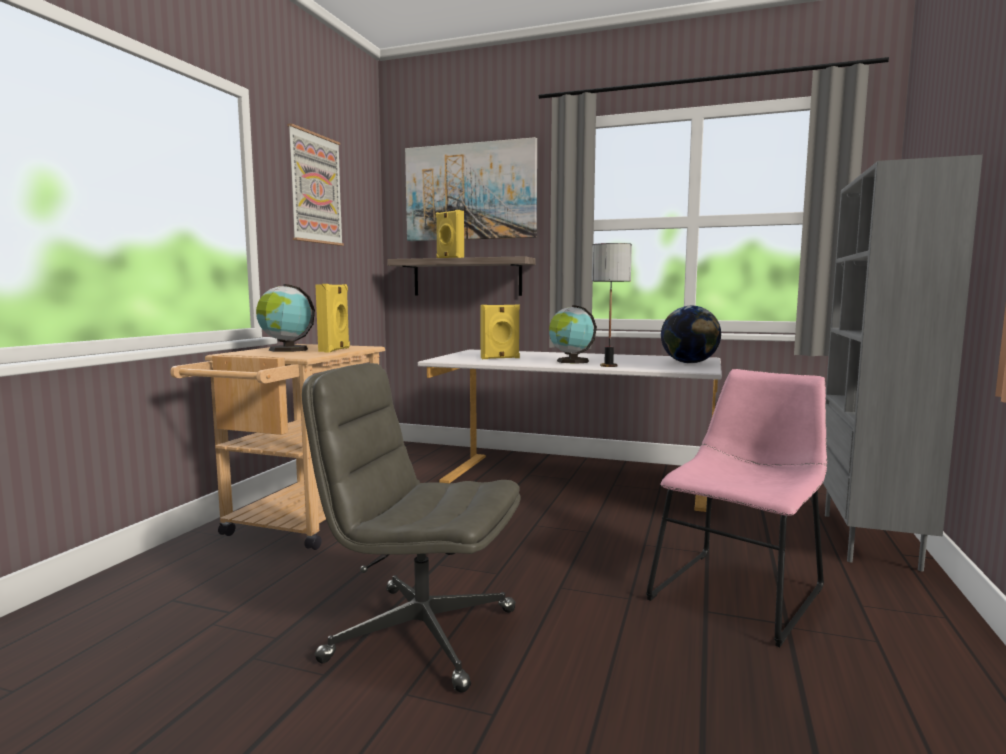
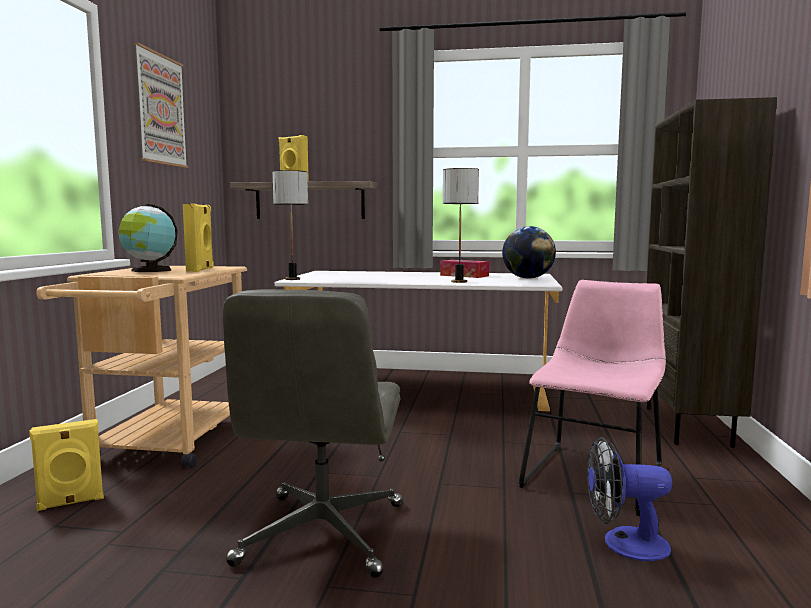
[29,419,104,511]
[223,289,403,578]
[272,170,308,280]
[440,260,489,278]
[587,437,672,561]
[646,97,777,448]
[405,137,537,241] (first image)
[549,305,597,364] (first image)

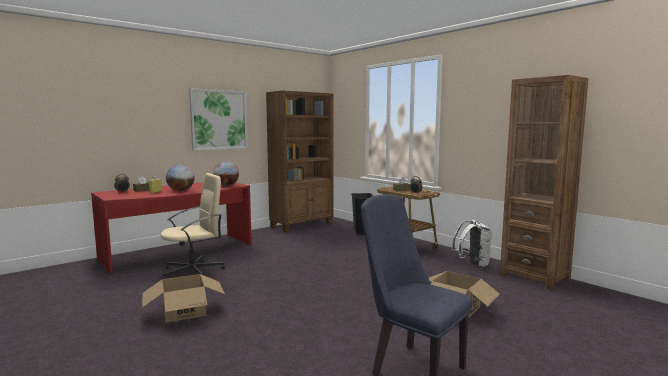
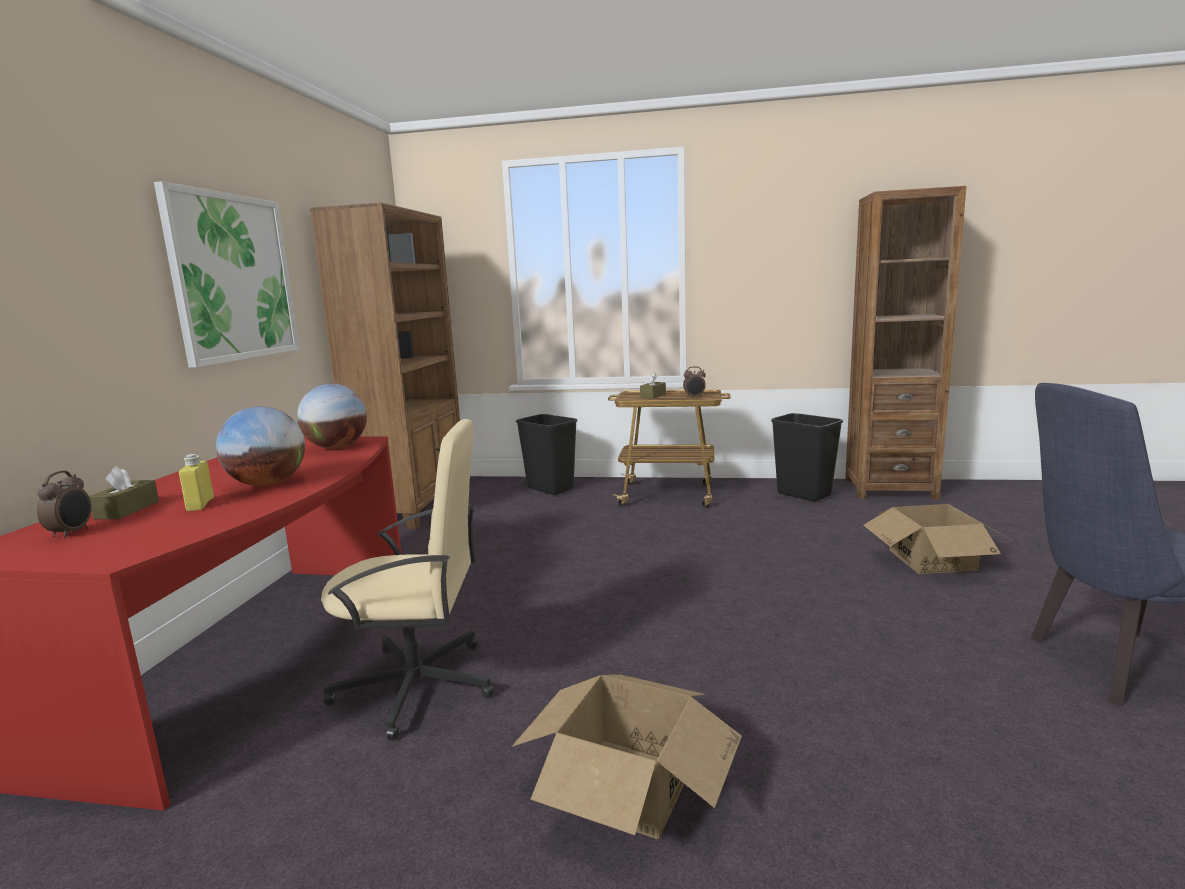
[321,419,494,740]
[771,413,843,501]

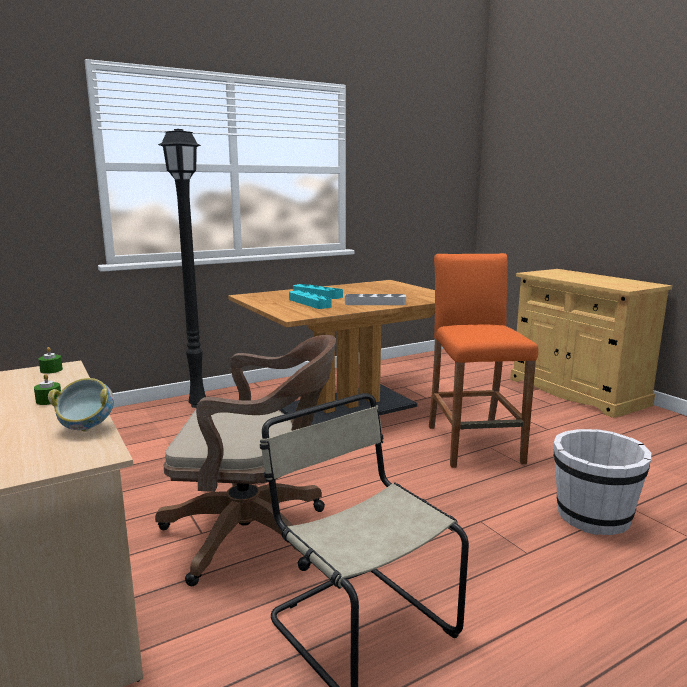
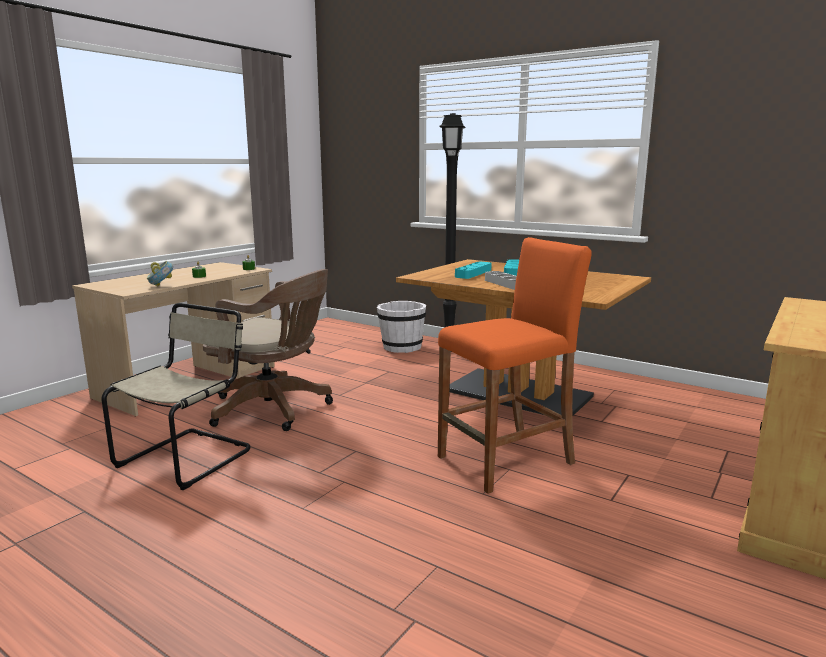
[203,269,333,431]
[377,301,426,353]

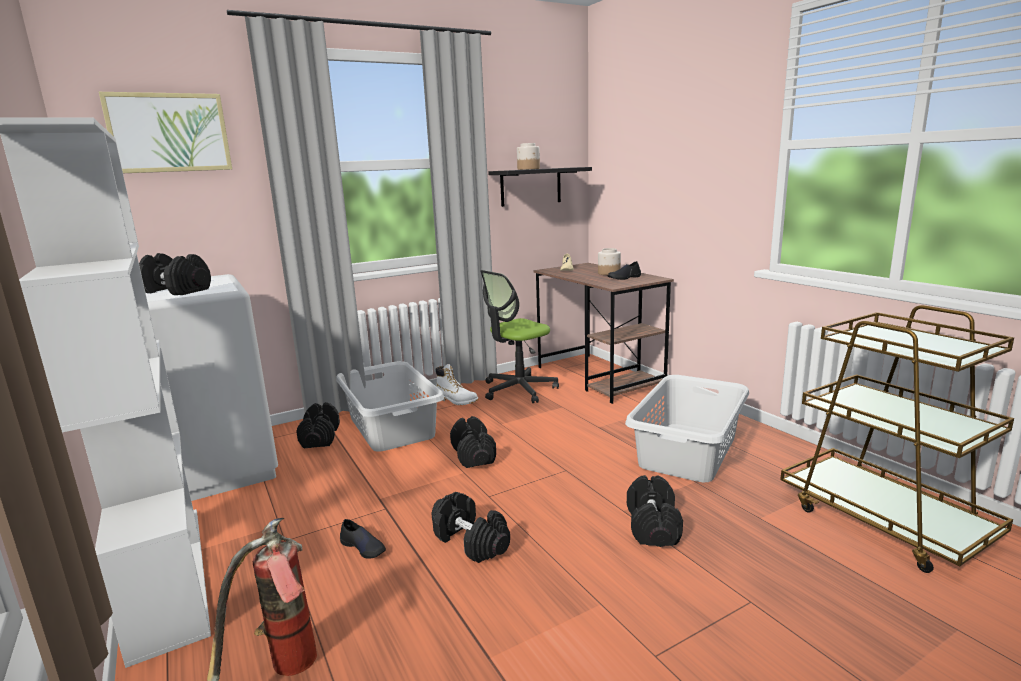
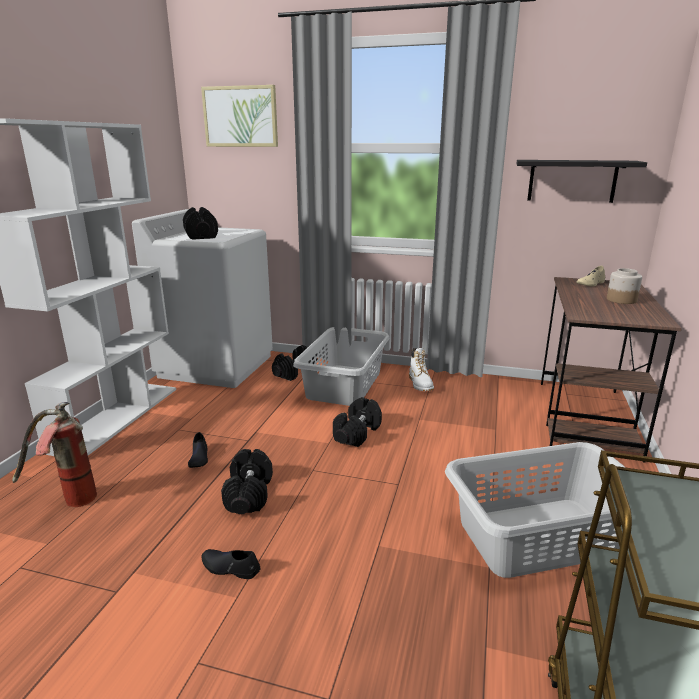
[201,549,261,579]
[480,270,559,403] (first image)
[517,143,540,170] (first image)
[627,475,683,547] (first image)

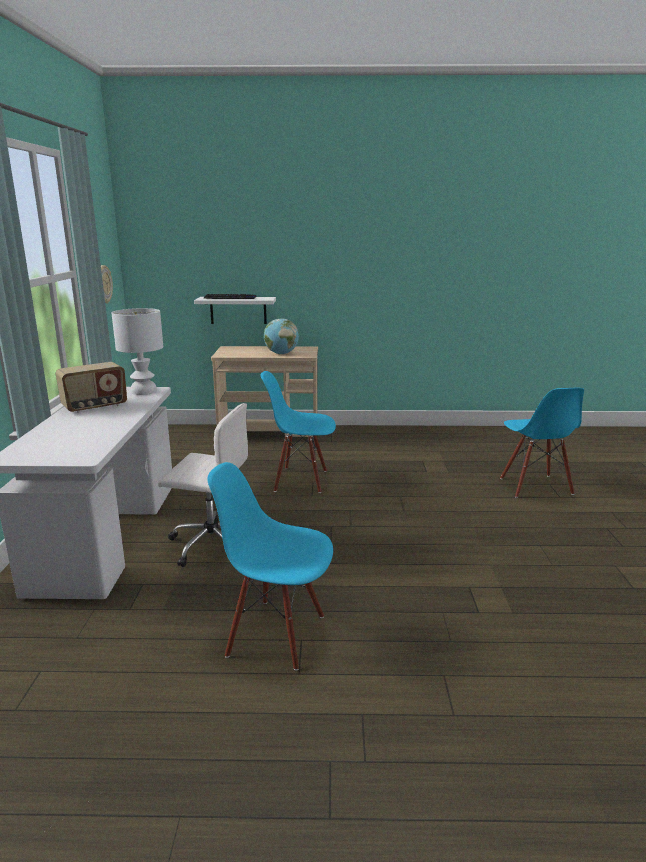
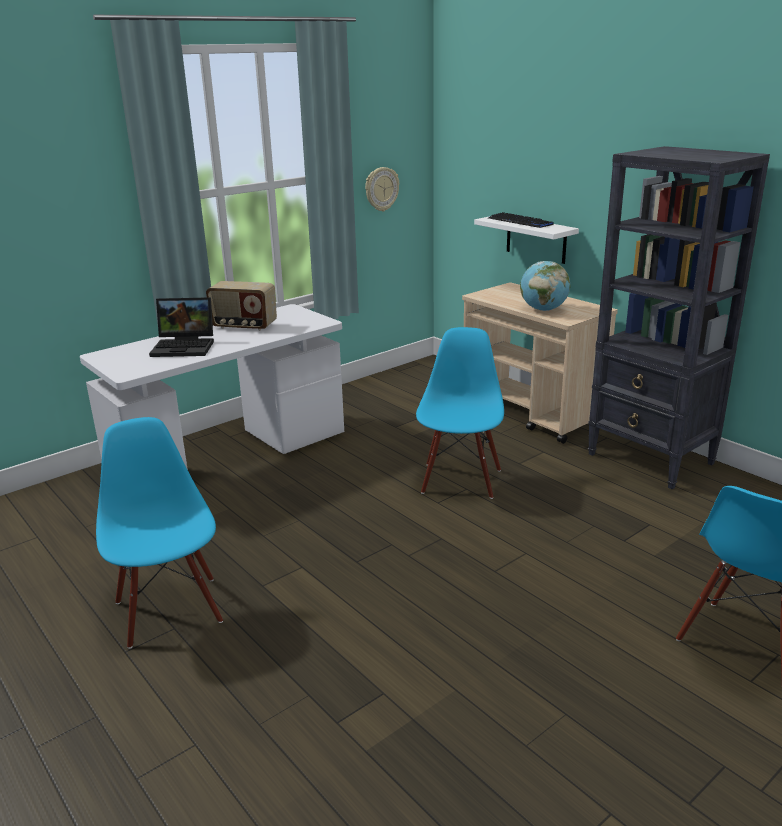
[149,297,214,357]
[416,327,504,499]
[588,146,770,489]
[112,308,163,395] (first image)
[158,403,248,567] (first image)

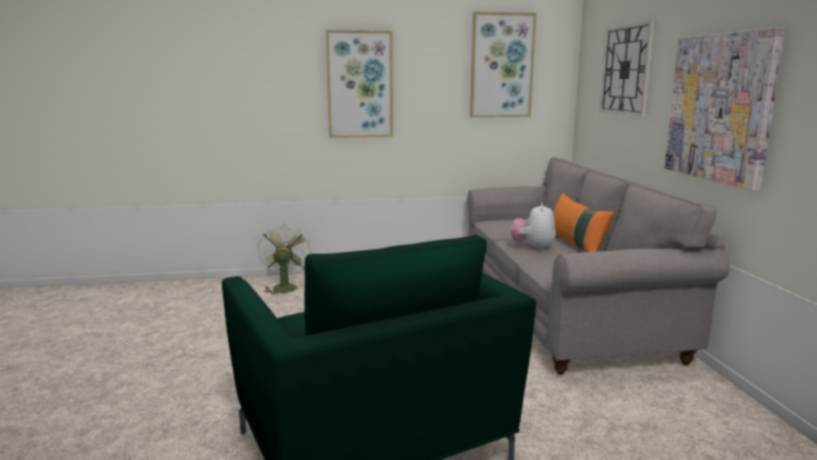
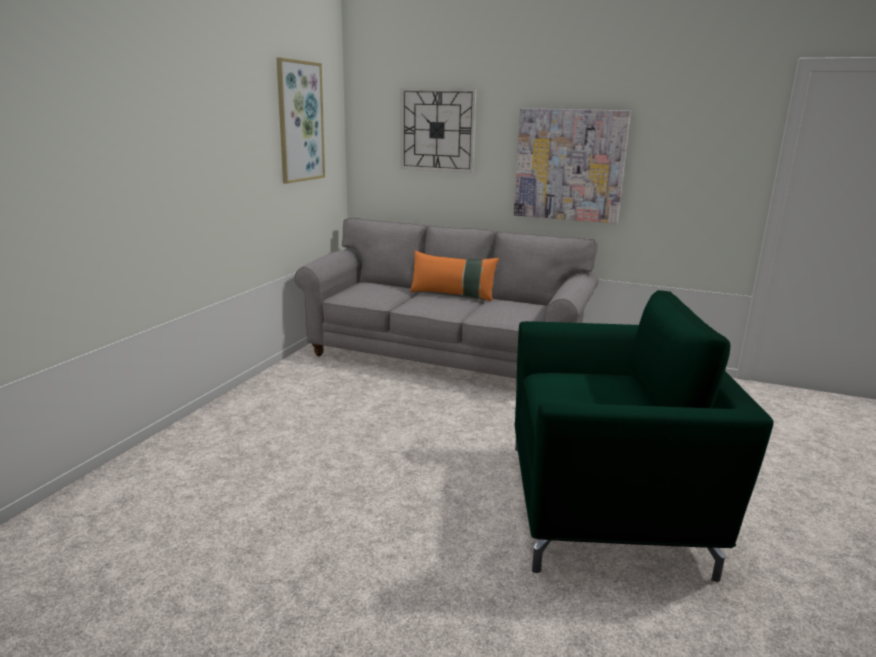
[258,225,311,294] (first image)
[326,30,393,138] (first image)
[511,203,556,251] (first image)

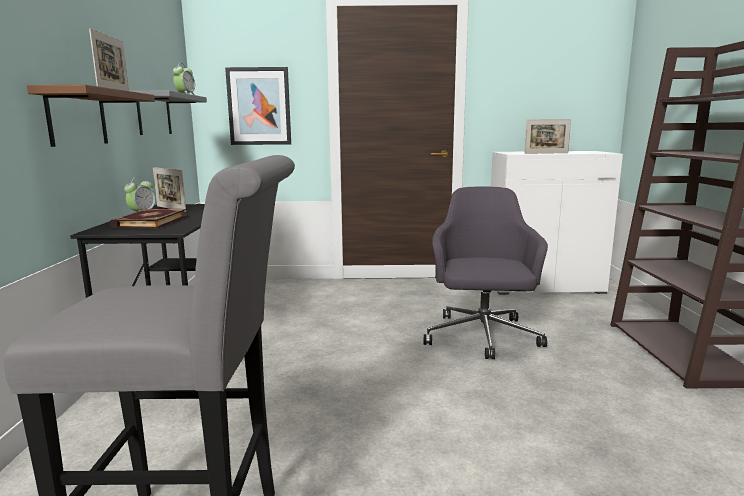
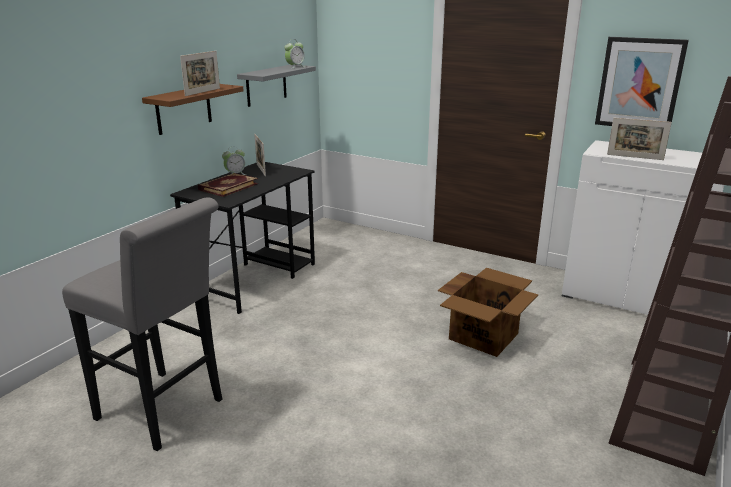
[438,268,538,357]
[595,37,689,126]

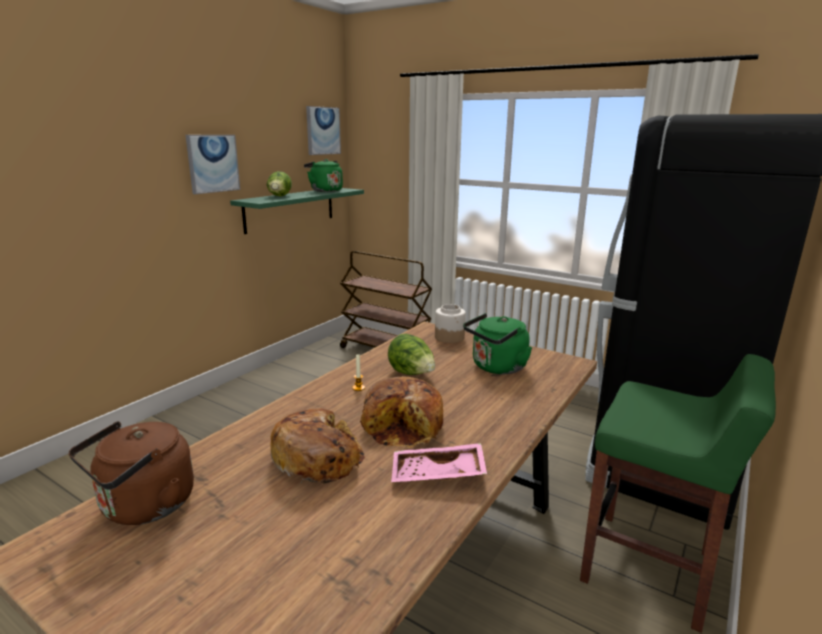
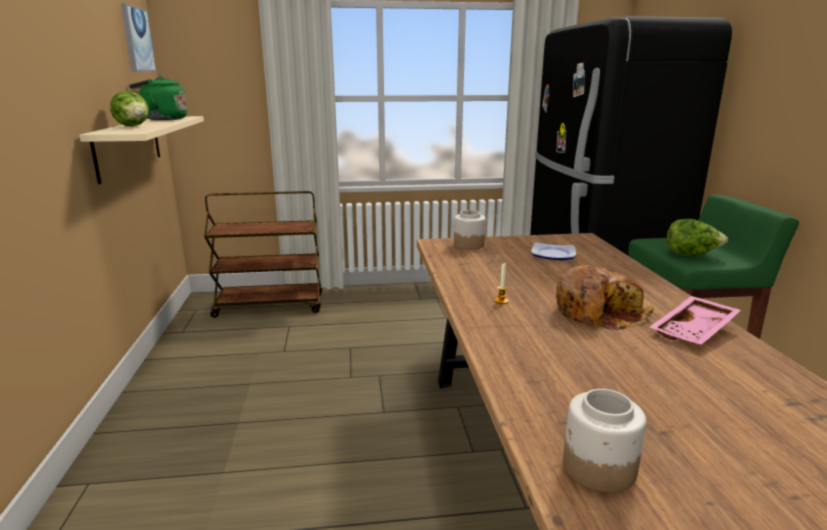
[79,116,204,184]
[531,242,576,260]
[563,389,646,493]
[667,219,728,256]
[185,135,240,194] (first image)
[270,409,365,484] (first image)

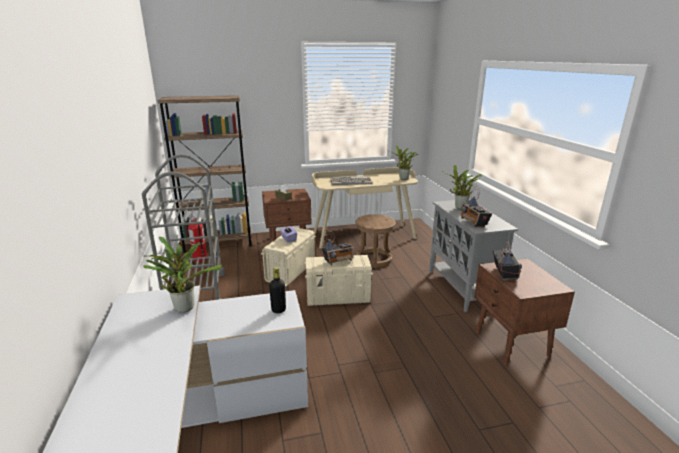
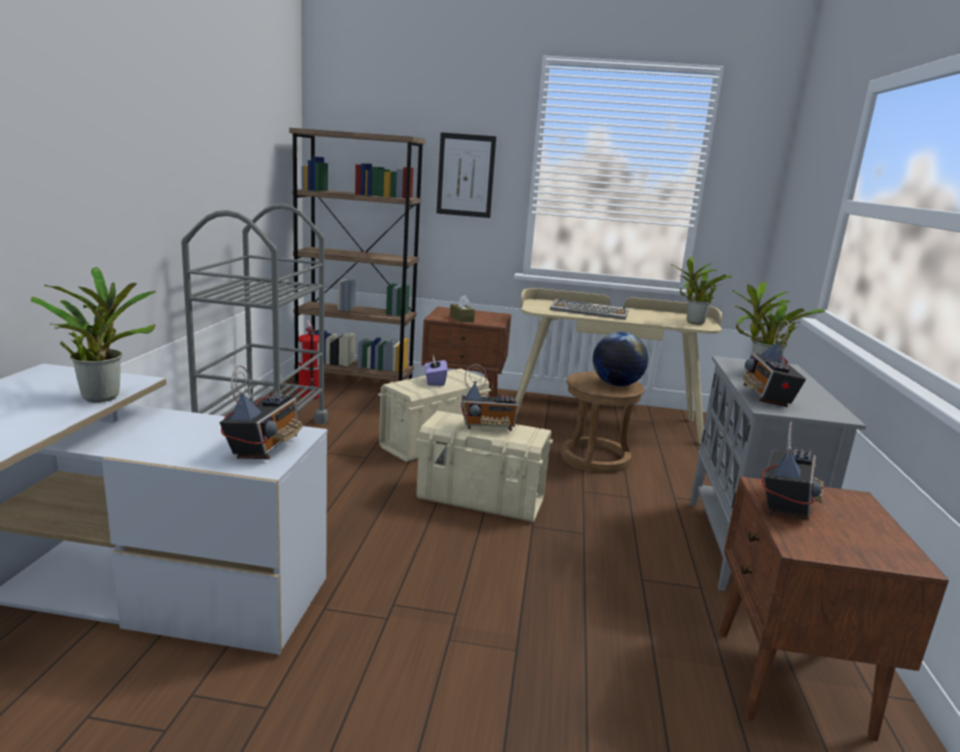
[220,365,303,459]
[437,132,496,218]
[593,332,648,386]

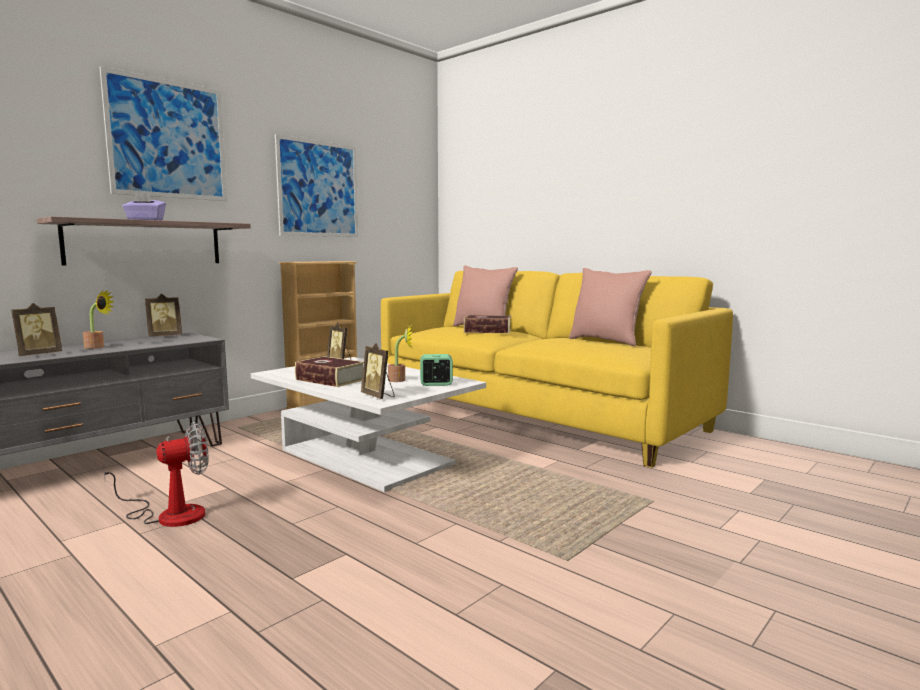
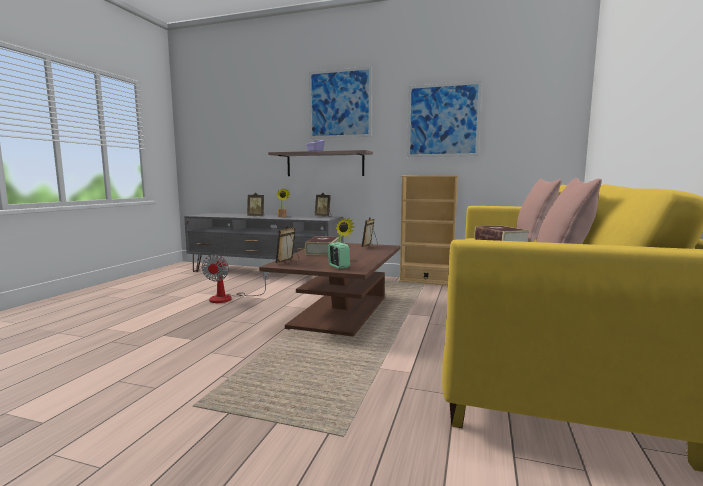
[202,254,269,303]
[259,243,401,337]

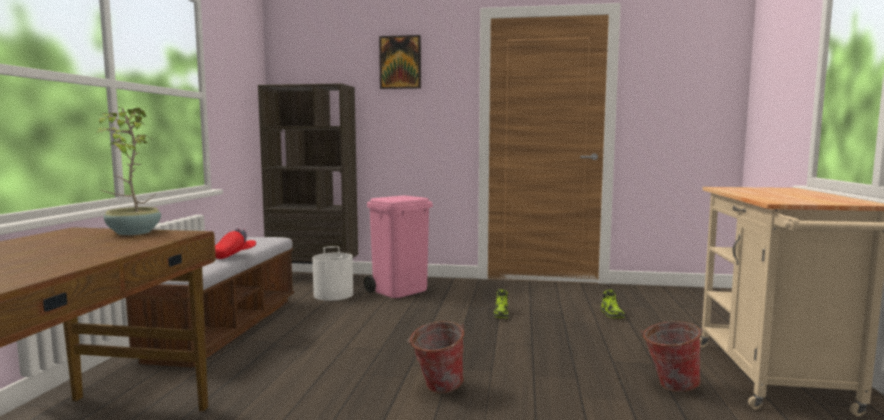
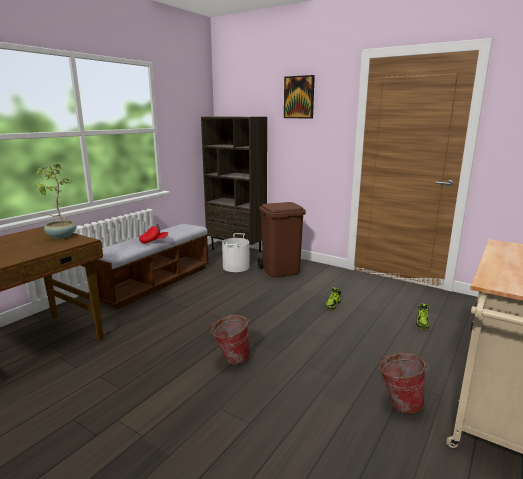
[258,202,306,277]

